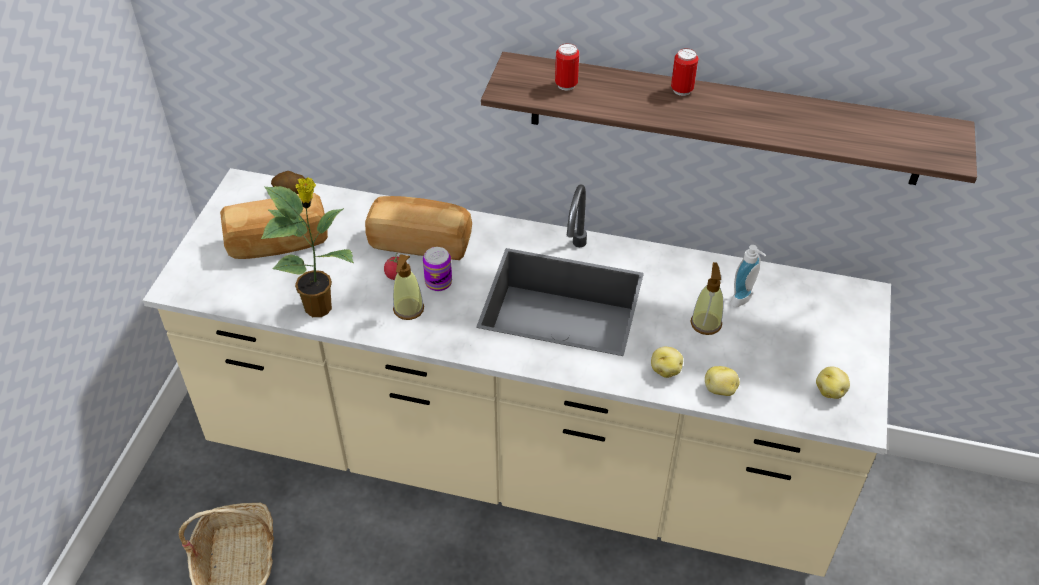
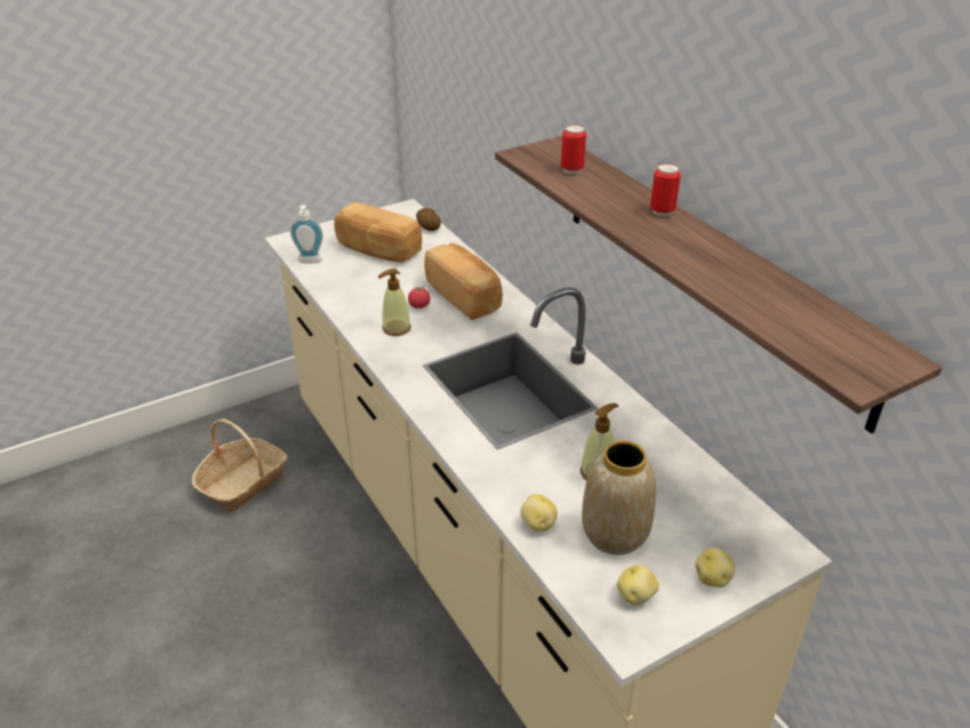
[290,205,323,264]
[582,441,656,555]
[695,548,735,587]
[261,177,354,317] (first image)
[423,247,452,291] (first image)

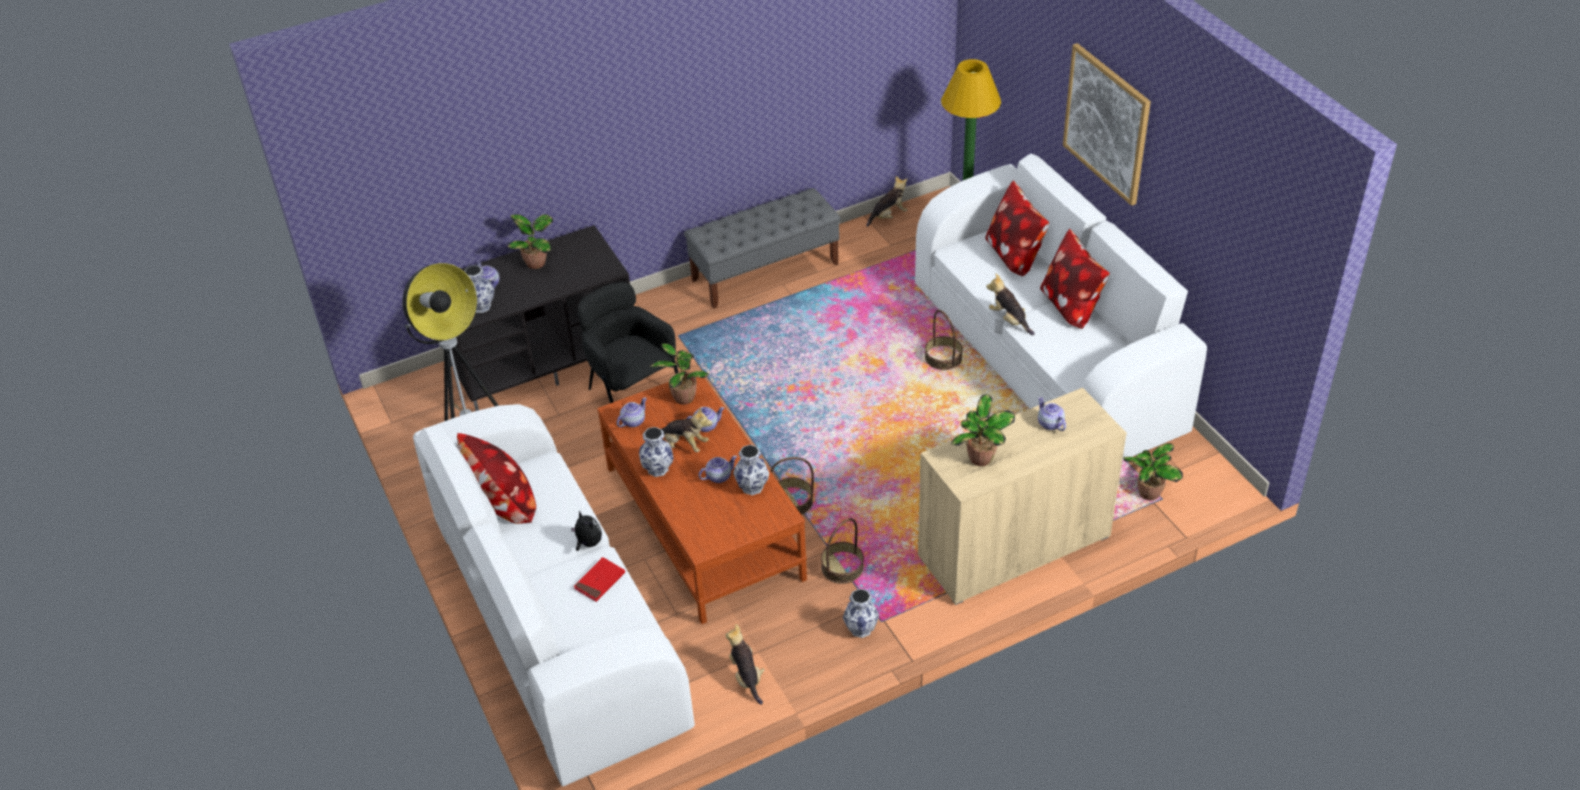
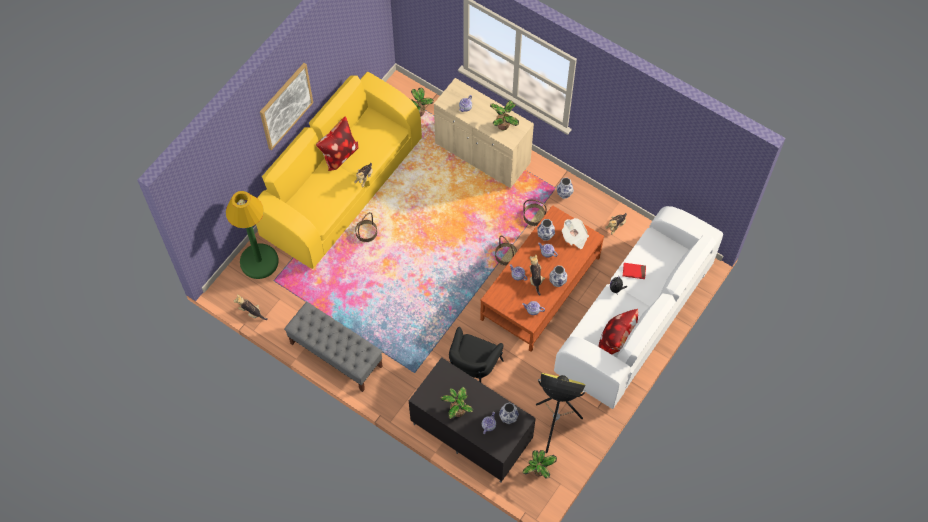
[256,72,422,269]
[523,450,557,478]
[562,218,589,249]
[985,181,1049,276] (first image)

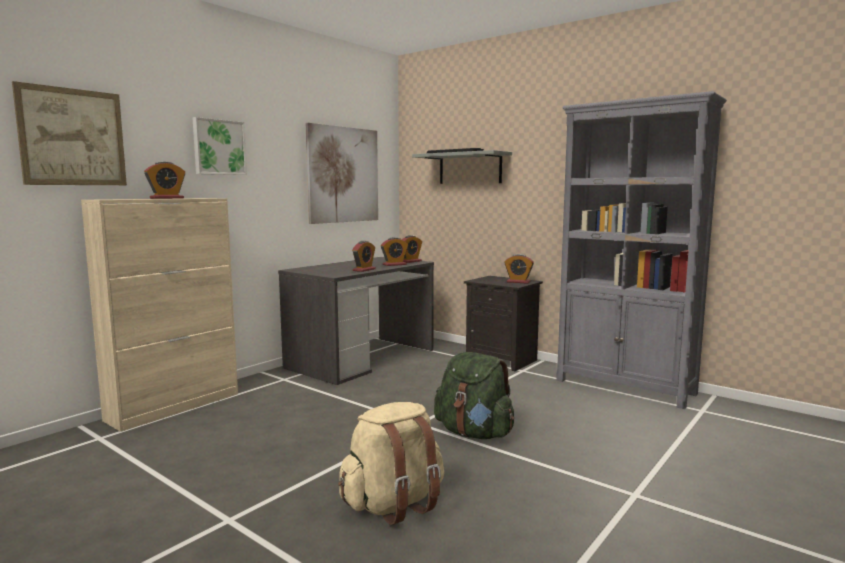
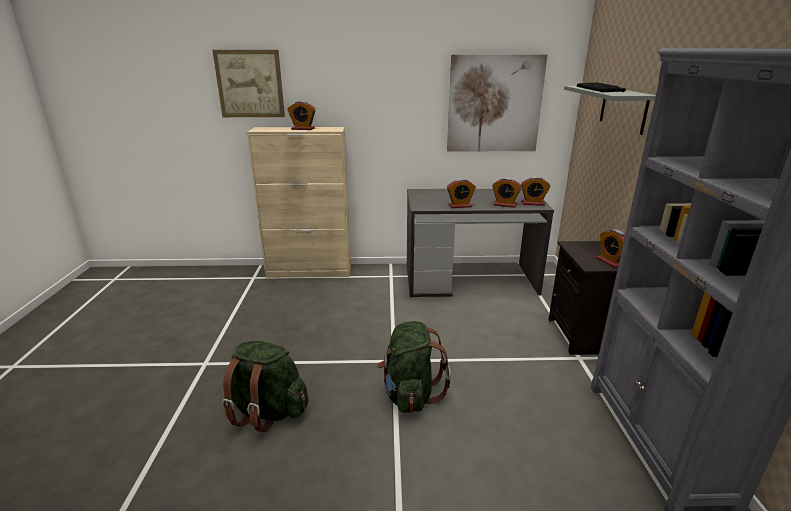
[222,341,308,432]
[193,117,247,175] (first image)

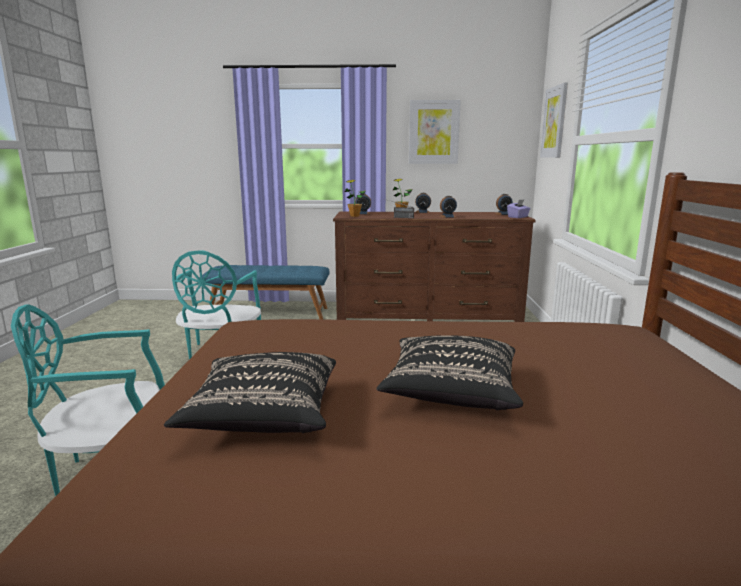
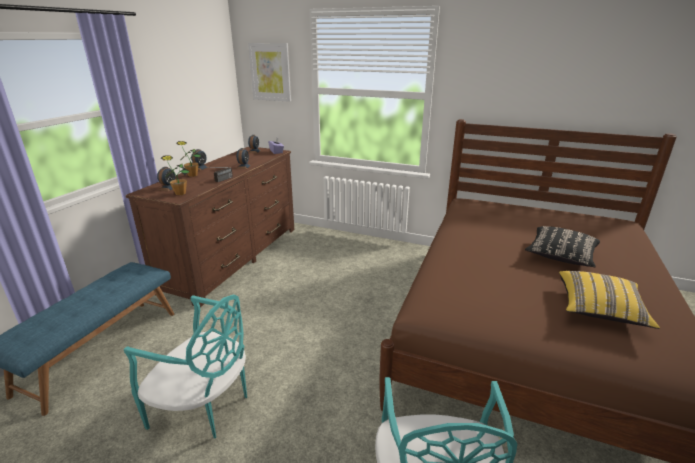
[559,271,660,329]
[409,100,461,164] (first image)

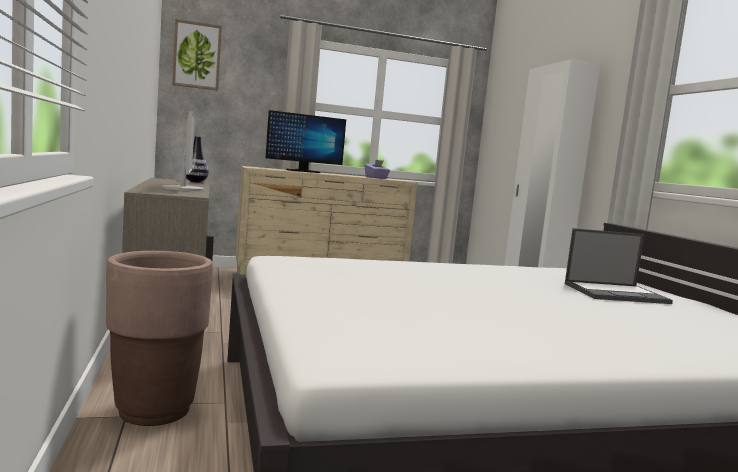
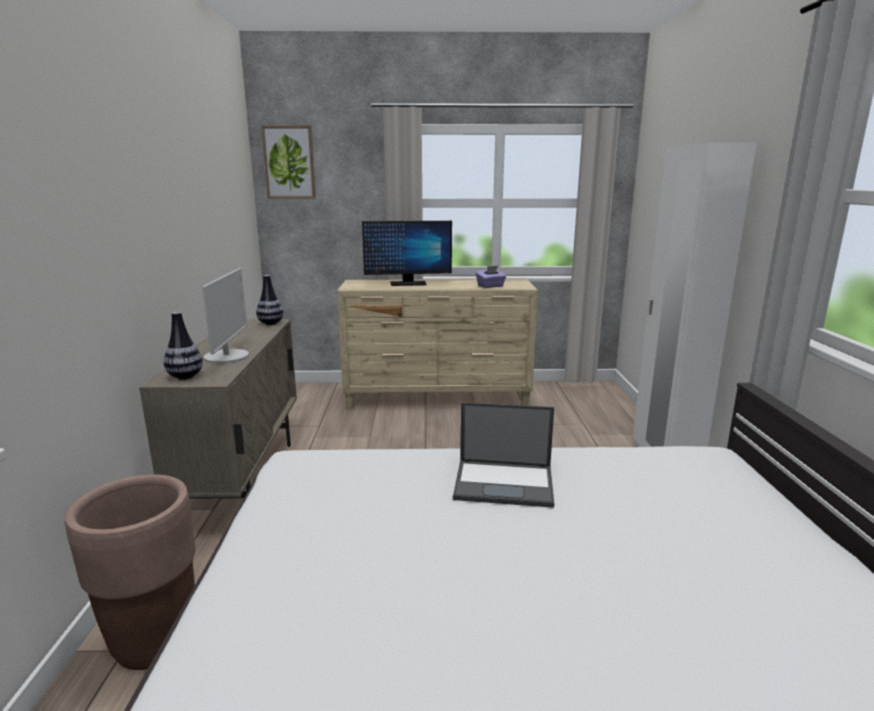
[164,312,203,380]
[453,402,554,508]

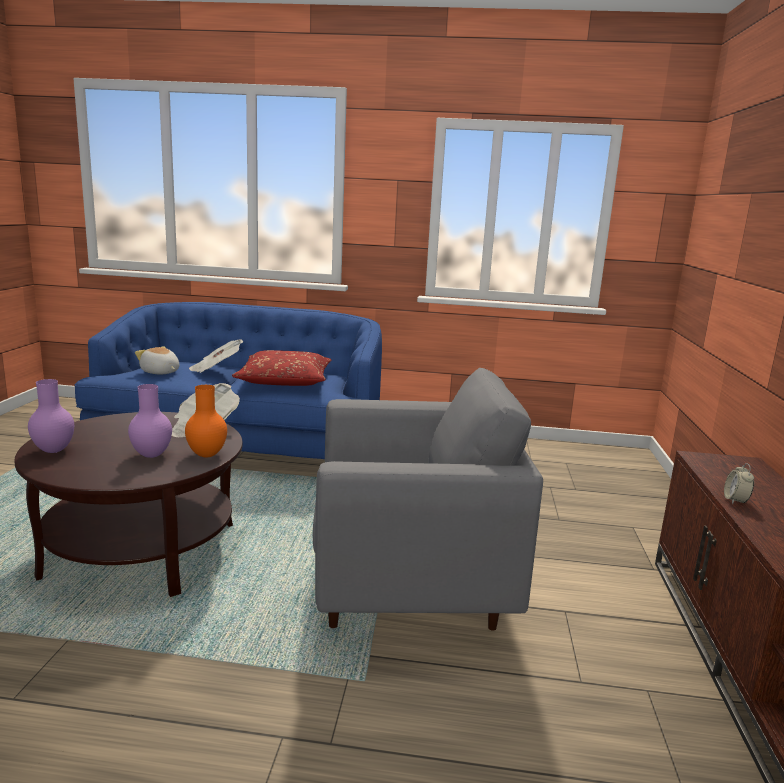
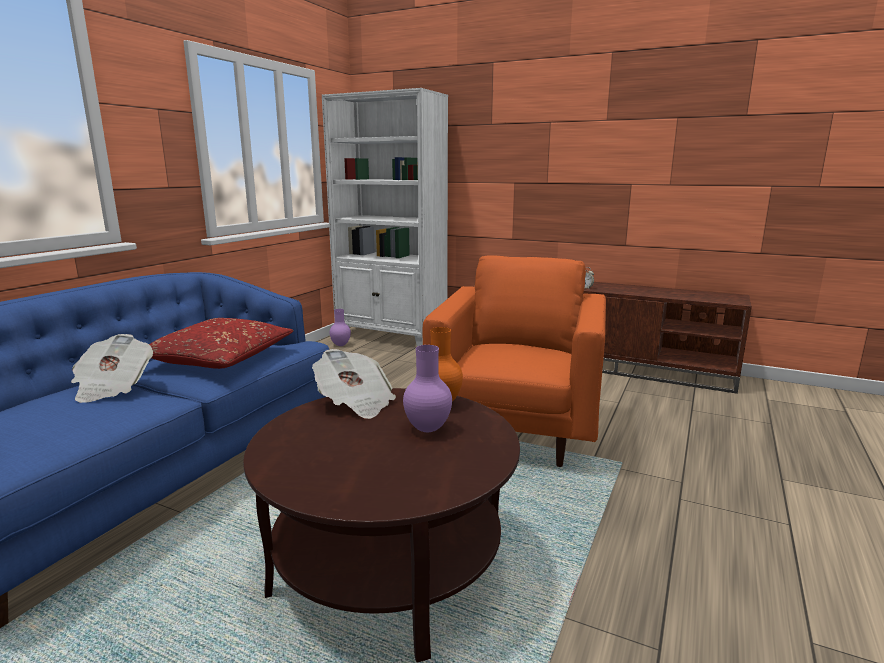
[322,88,448,346]
[330,309,351,346]
[423,256,606,467]
[135,346,179,374] (first image)

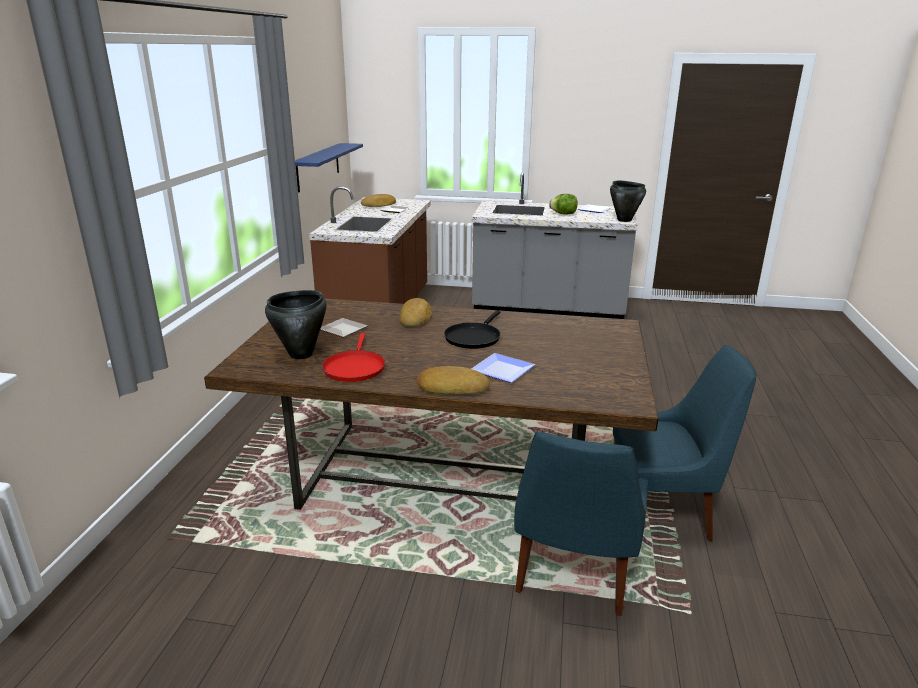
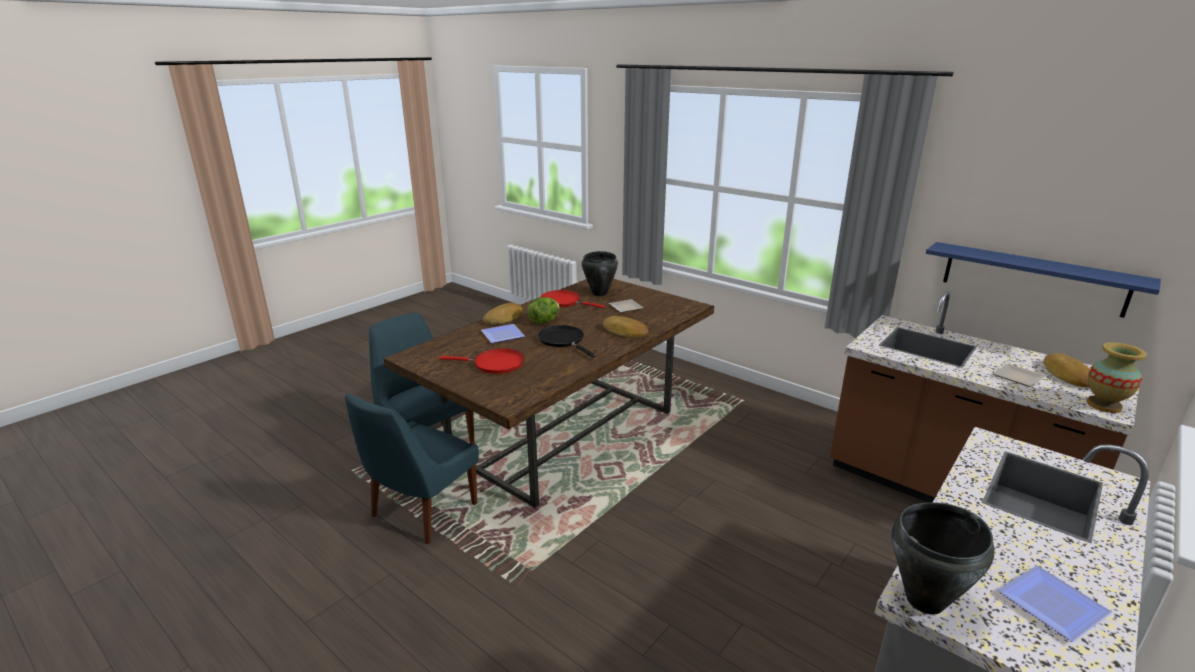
[439,348,525,374]
[527,297,559,324]
[1087,342,1147,413]

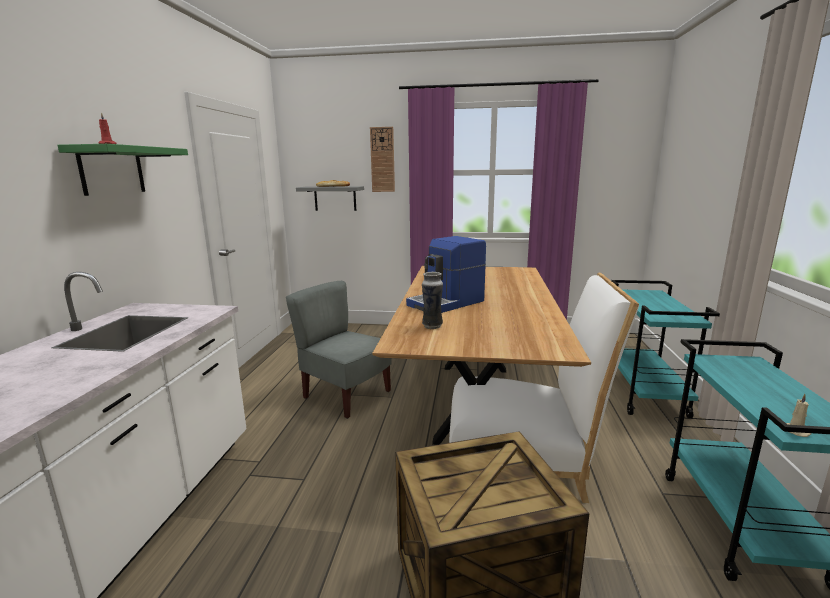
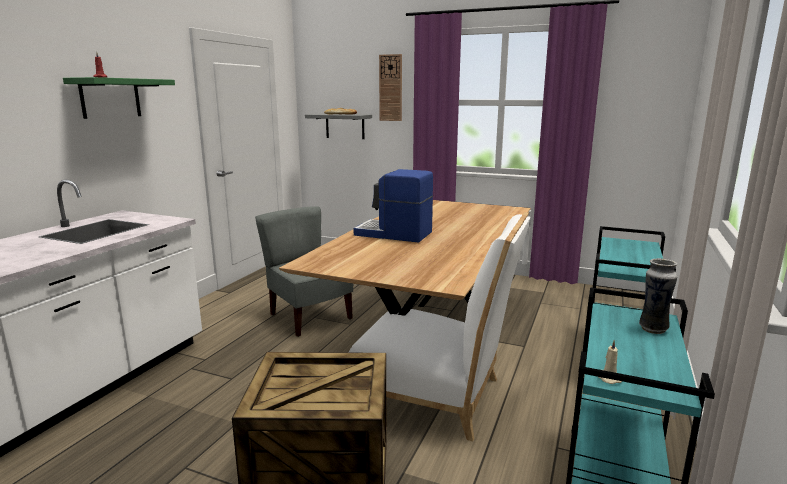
[354,169,433,243]
[639,258,677,334]

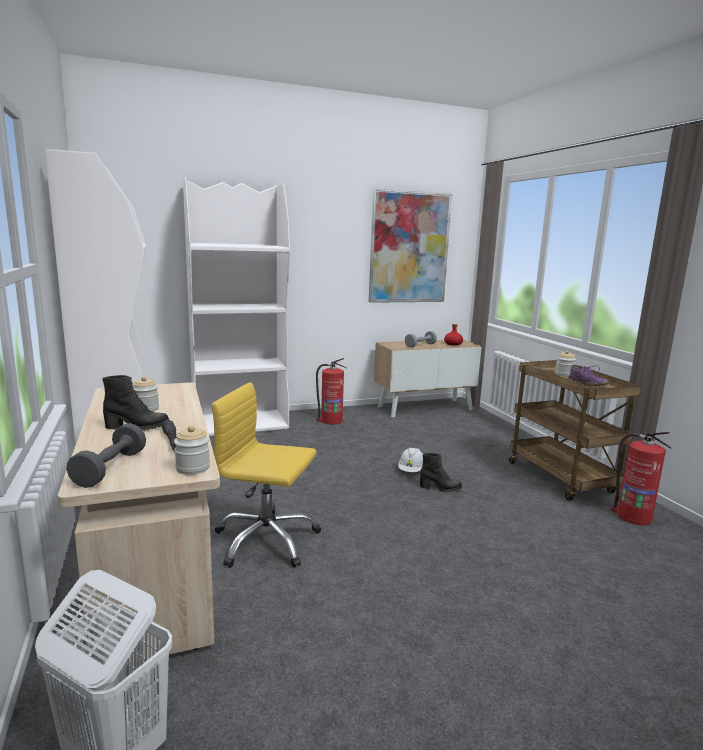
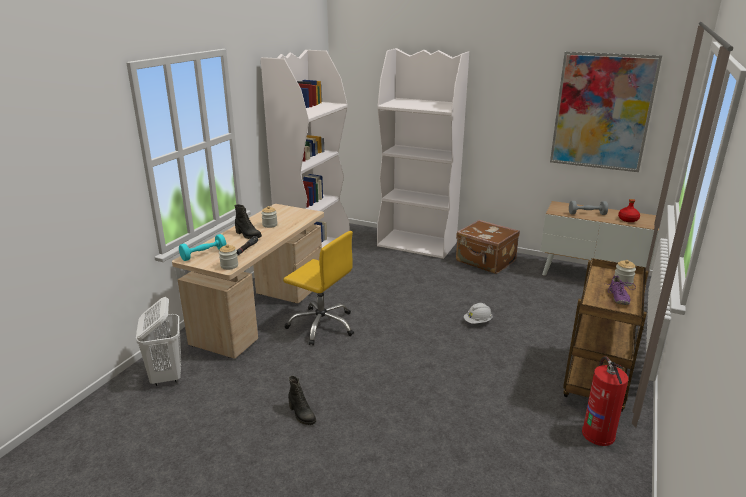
[179,234,226,261]
[283,231,354,345]
[288,376,316,425]
[456,220,520,274]

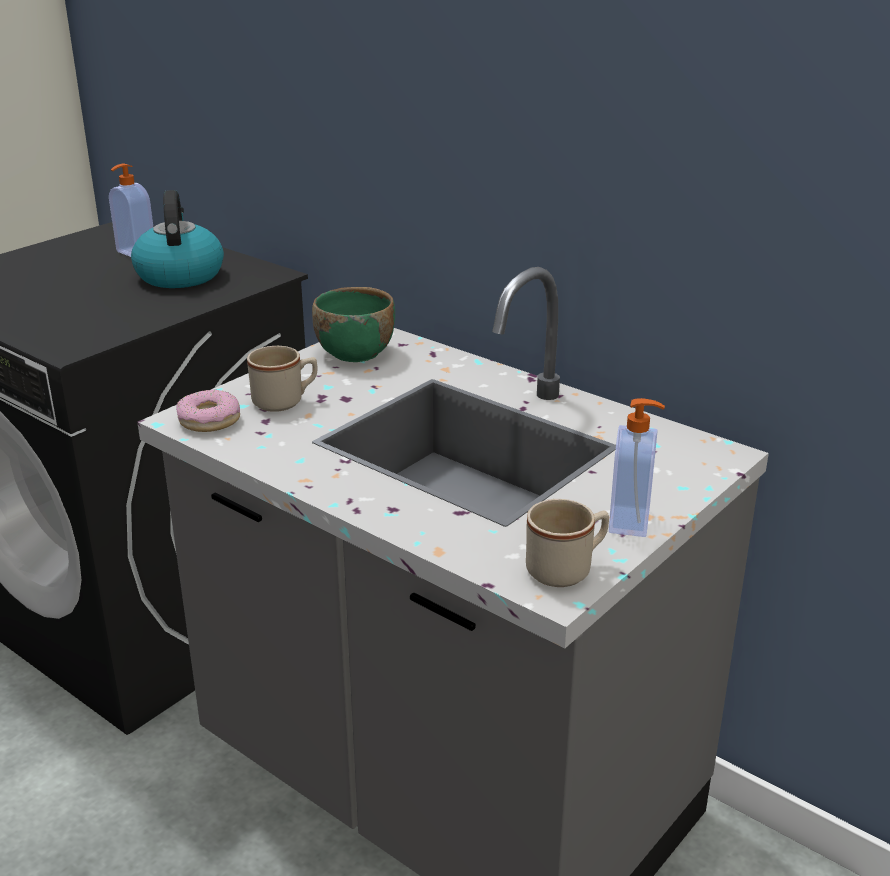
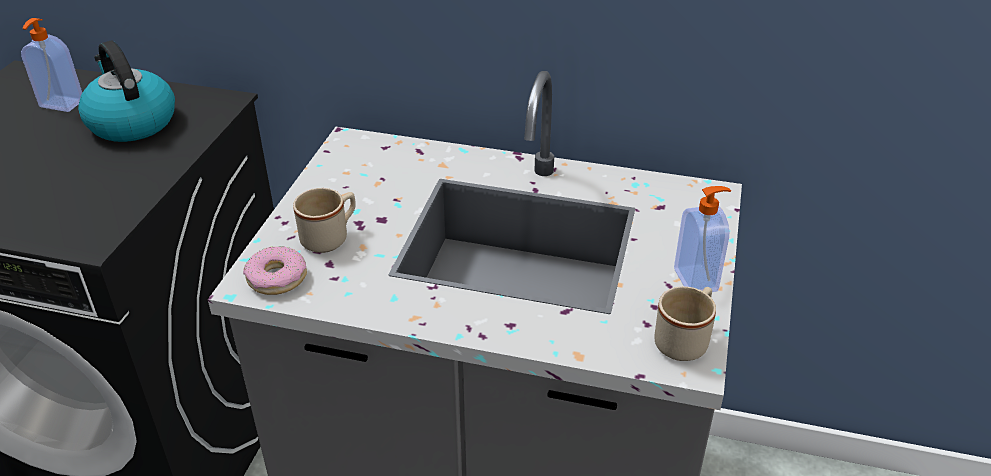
[312,287,395,362] (first image)

